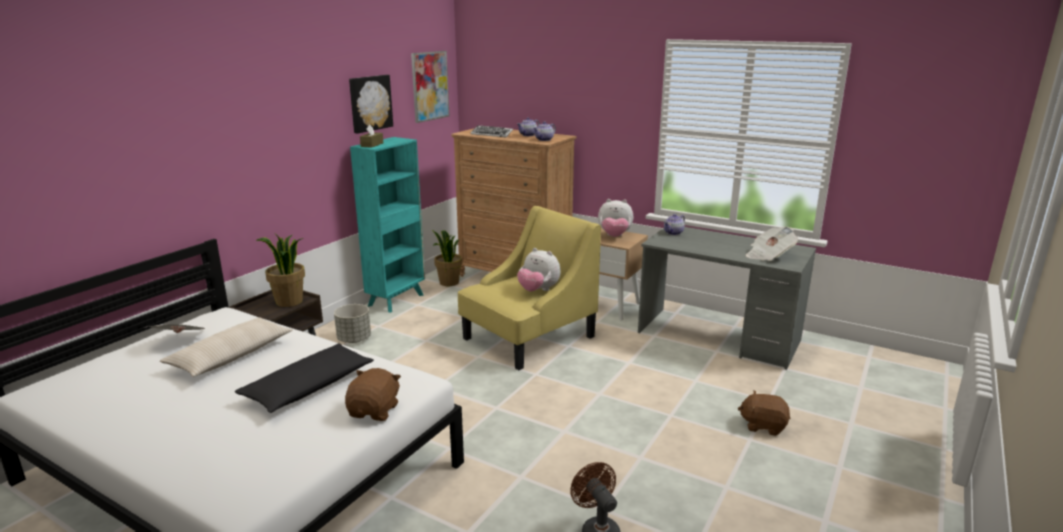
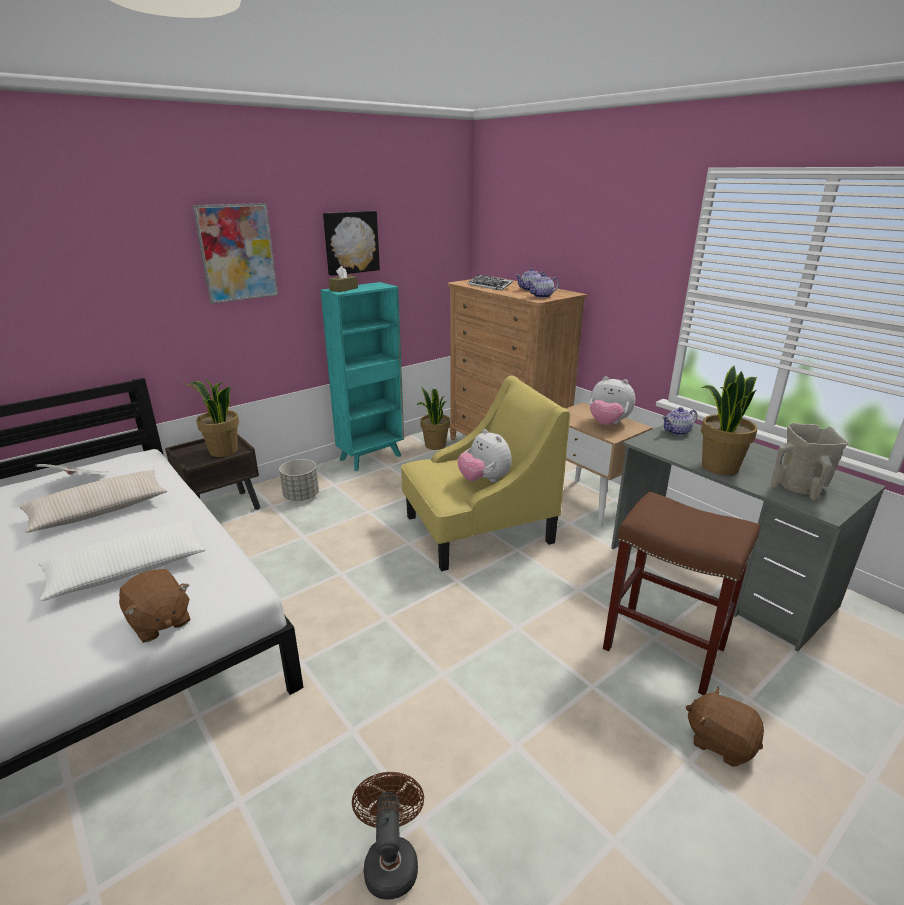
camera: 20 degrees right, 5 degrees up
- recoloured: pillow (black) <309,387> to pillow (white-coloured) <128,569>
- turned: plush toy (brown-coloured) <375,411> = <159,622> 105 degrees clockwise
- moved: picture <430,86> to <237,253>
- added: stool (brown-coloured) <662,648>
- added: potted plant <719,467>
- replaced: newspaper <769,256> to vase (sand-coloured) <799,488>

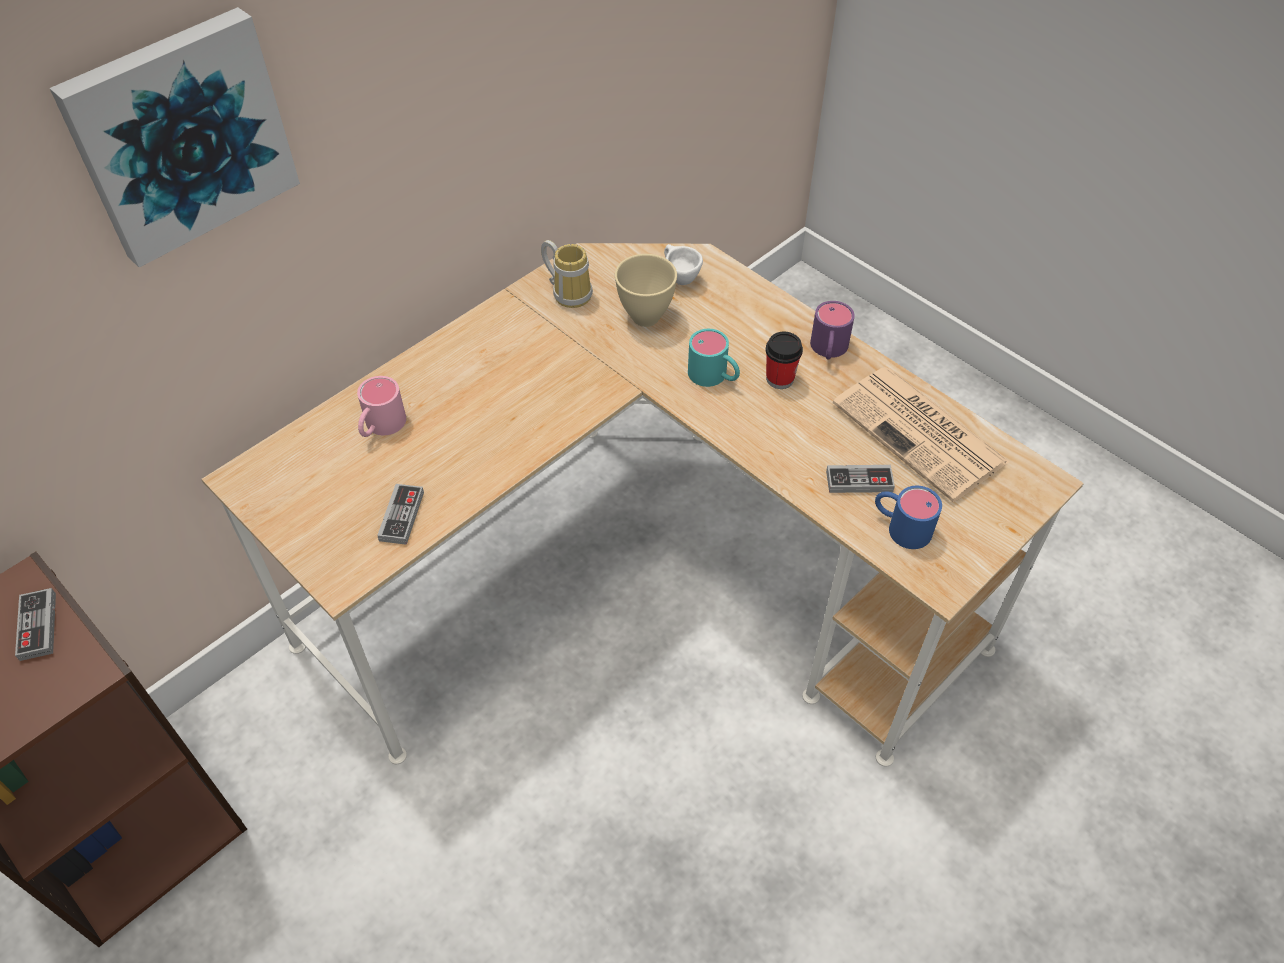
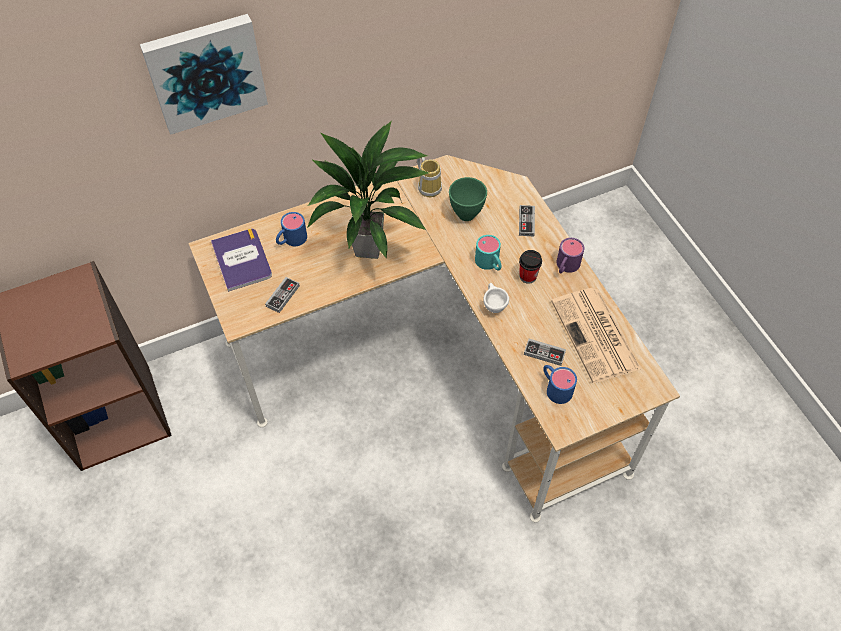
camera: 20 degrees right, 5 degrees up
- added: volume <242,260>
- recoloured: tea mug (pink) <380,427> to tea mug (blue-coloured) <291,240>
- added: potted plant <370,249>
- recoloured: bowl (sand-coloured) <646,318> to bowl (greenish) <466,215>
- moved: small cup (white-coloured) <679,278> to <493,305>
- moved: joypad <38,626> to <526,222>

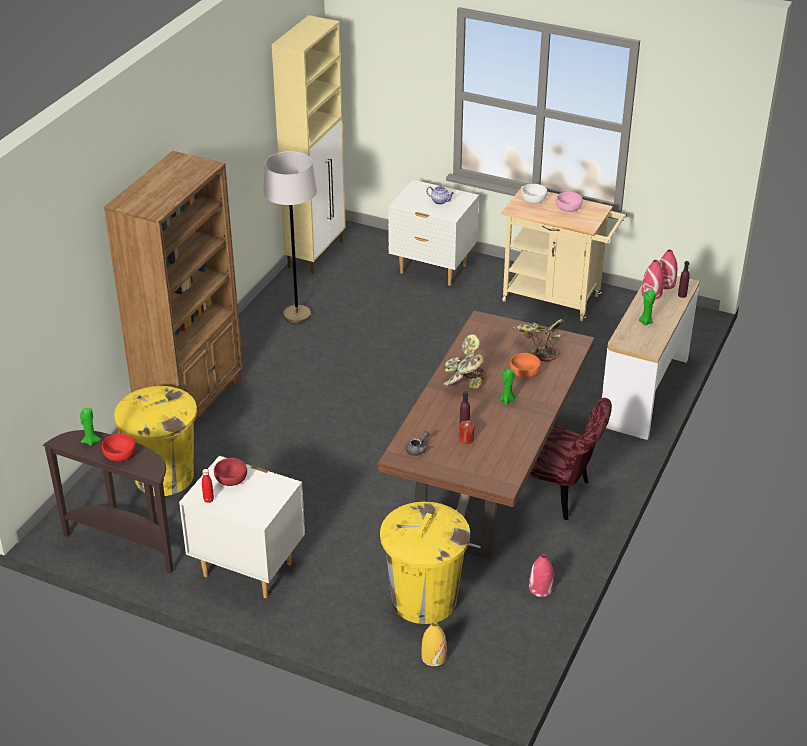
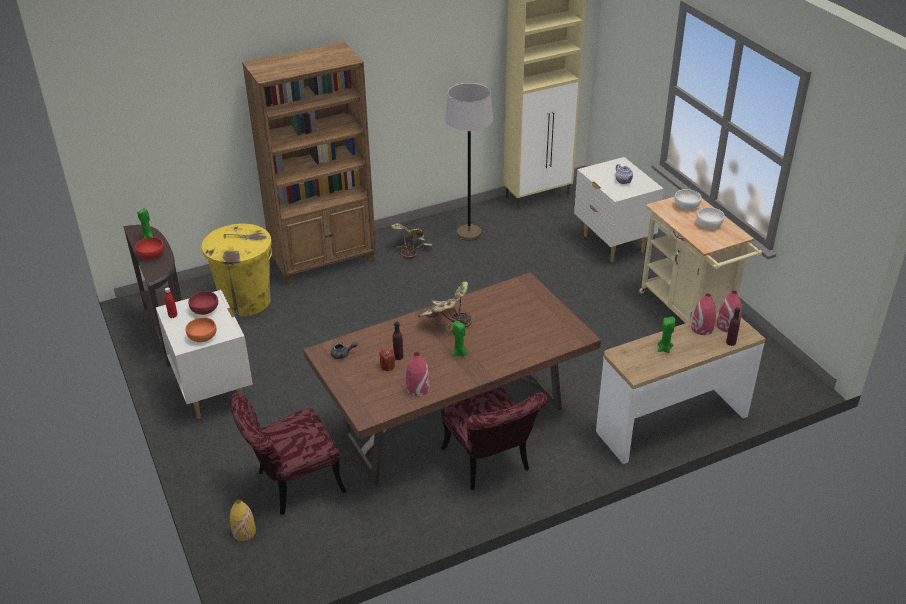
camera: 40 degrees right, 0 degrees up
- moved: bowl (orangey) <524,373> to <202,337>
- replaced: waste bin (yellow-coloured) <423,600> to plain chair (red-coloured) <291,485>
- moved: potted plant <536,348> to <410,247>
- moved: vase (red-coloured) <540,588> to <417,388>
- recoloured: bowl (pink) <568,208> to bowl (white-coloured) <709,224>

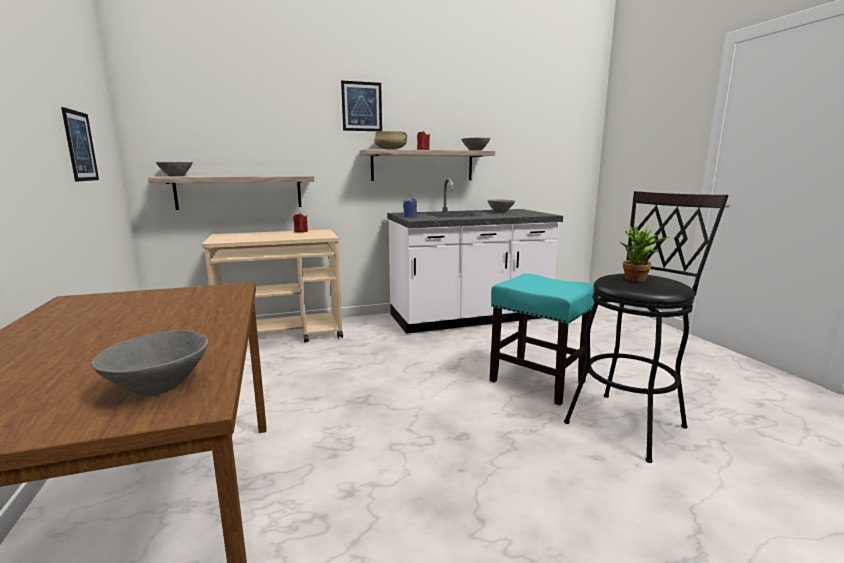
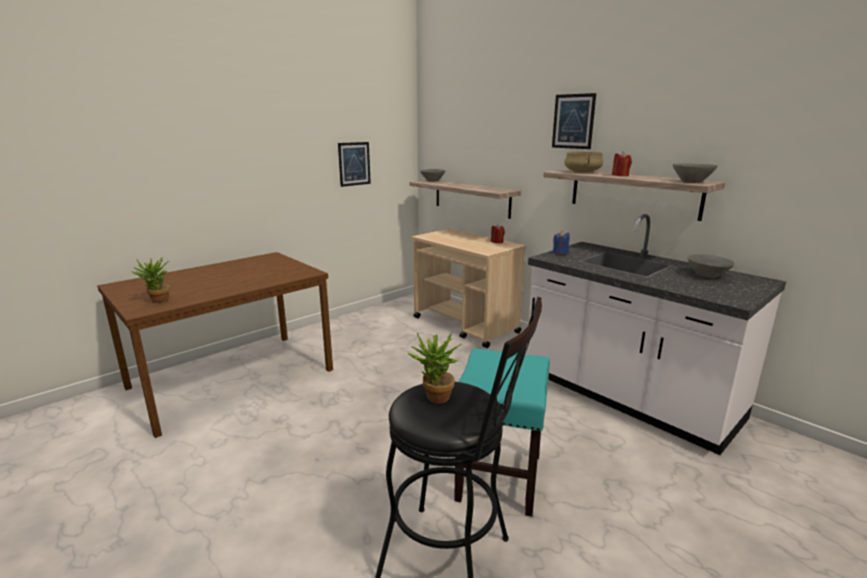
camera: 65 degrees right, 5 degrees up
- replaced: bowl (grey) <157,387> to potted plant <157,301>

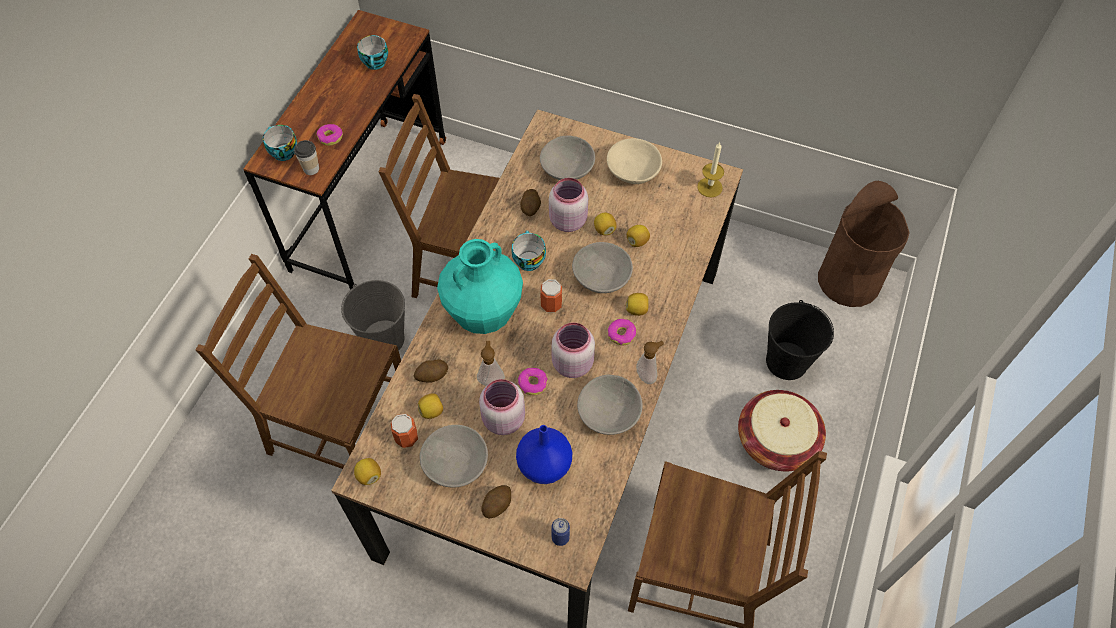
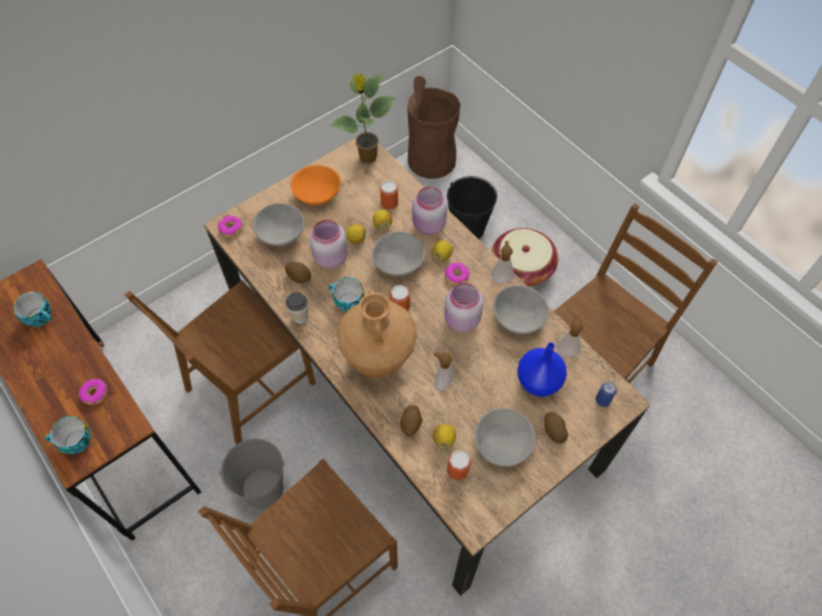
camera: 60 degrees left, 0 degrees up
- moved: doughnut <532,383> to <230,228>
- moved: small cup <311,168> to <300,317>
- recoloured: bowl (sand-coloured) <633,172> to bowl (orangey) <317,194>
- replaced: wax candle <709,187> to potted plant <367,158>
- recoloured: vase (turquoise) <484,315> to vase (brown-coloured) <378,358>
- added: sealed can <389,204>
- moved: preserve jar (pink) <502,419> to <428,226>
- added: soap bottle <566,351>
- removed: whole lemon <369,476>

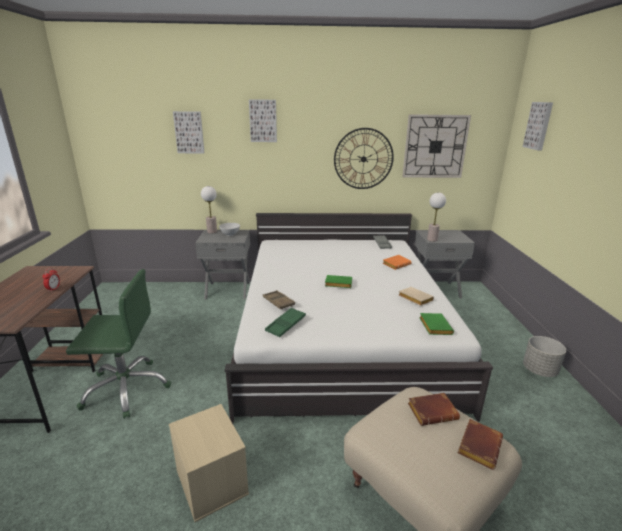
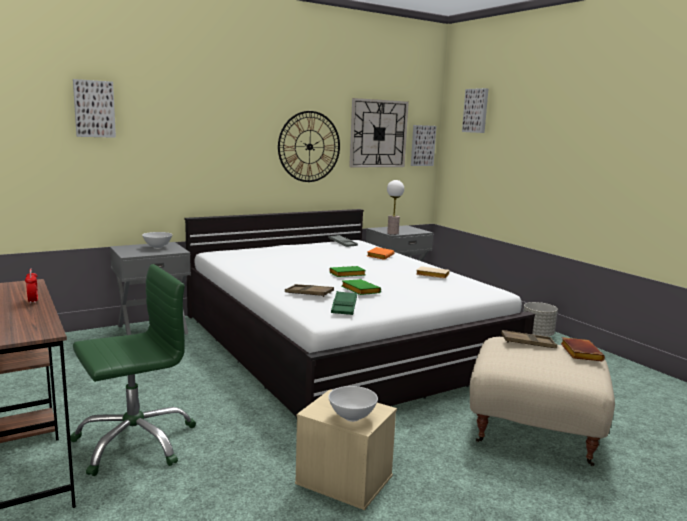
camera: 30 degrees left, 10 degrees down
- added: bowl (white-coloured) <352,418>
- moved: volume (greenish) <434,326> to <359,290>
- moved: picture <263,121> to <422,145>
- replaced: volume (brown-coloured) <433,411> to tray (brown-coloured) <528,343>
- removed: lamp for a table <212,231>

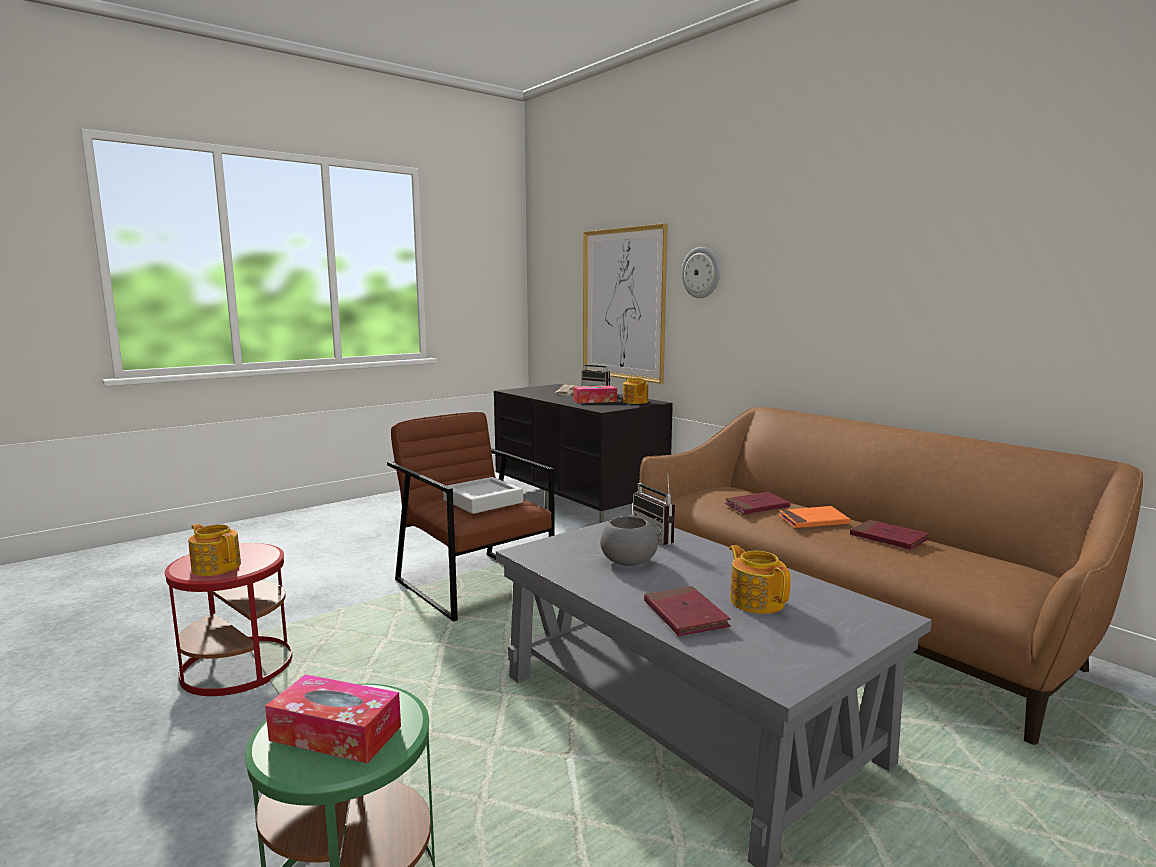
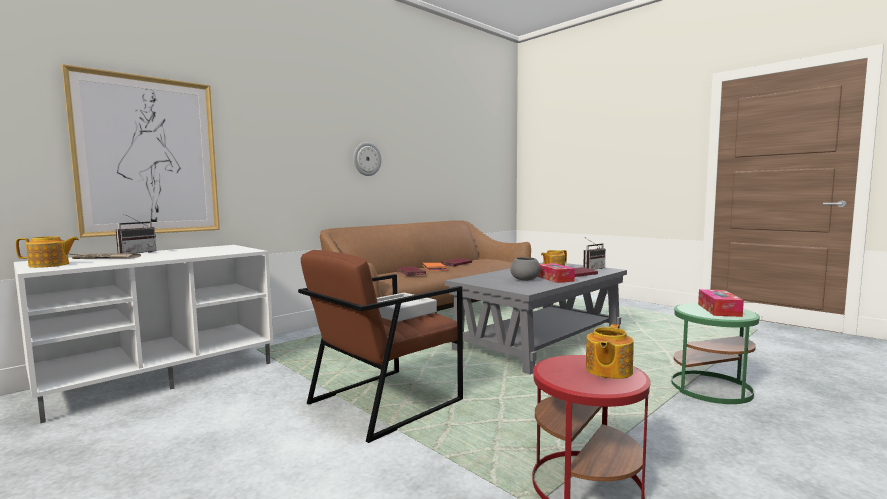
camera: 95 degrees left, 5 degrees down
- recoloured: tv unit (black) <579,501> to tv unit (white-coloured) <161,375>
- moved: tea pot <635,402> to <50,265>
- moved: clock on the wall <701,272> to <367,159>
- moved: tissue holder <594,401> to <555,278>
- moved: radio receiver <658,536> to <591,269>

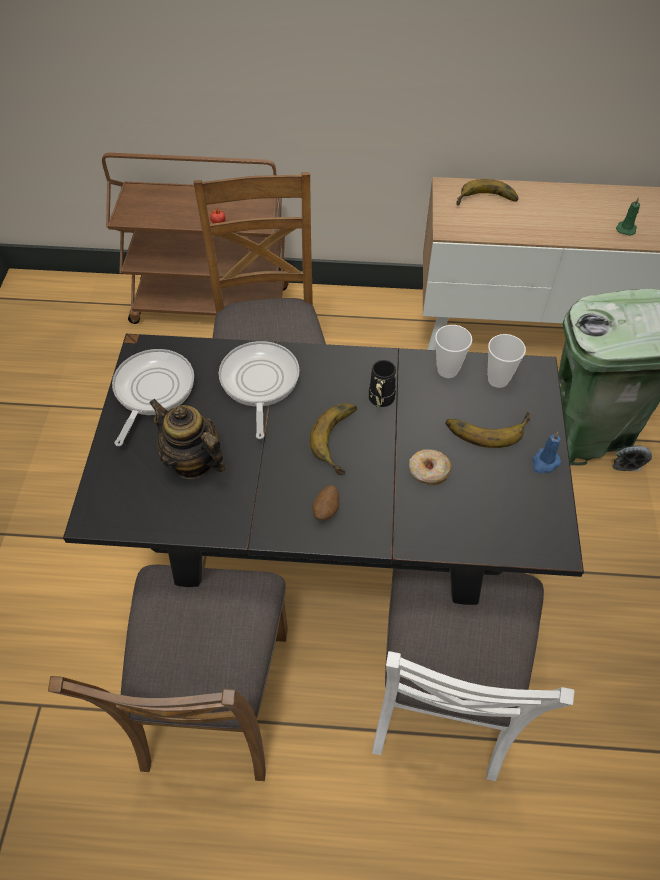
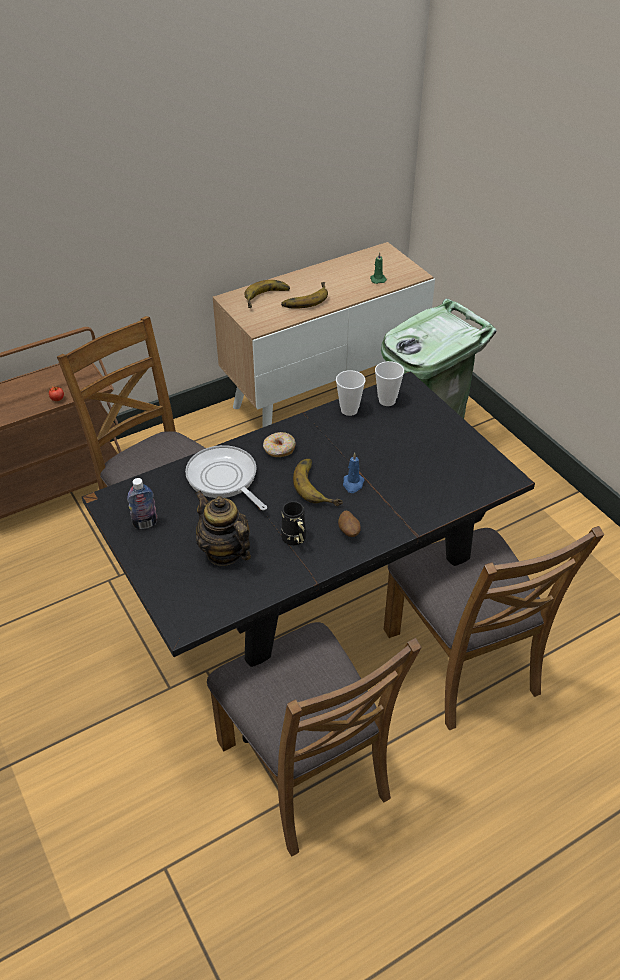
camera: 35 degrees left, 10 degrees down
- replaced: skillet <152,391> to beverage bottle <145,523>
- turned: tea pot <193,461> = <224,552> 45 degrees clockwise
- moved: doughnut <428,471> to <279,449>
- moved: whole banana <486,426> to <304,298>
- moved: tea mug (black) <380,401> to <295,541>
- moved: wax candle (blue-coloured) <544,462> to <353,484>
- recoloured: plain chair (white-coloured) <443,691> to plain chair (brown-coloured) <463,661>

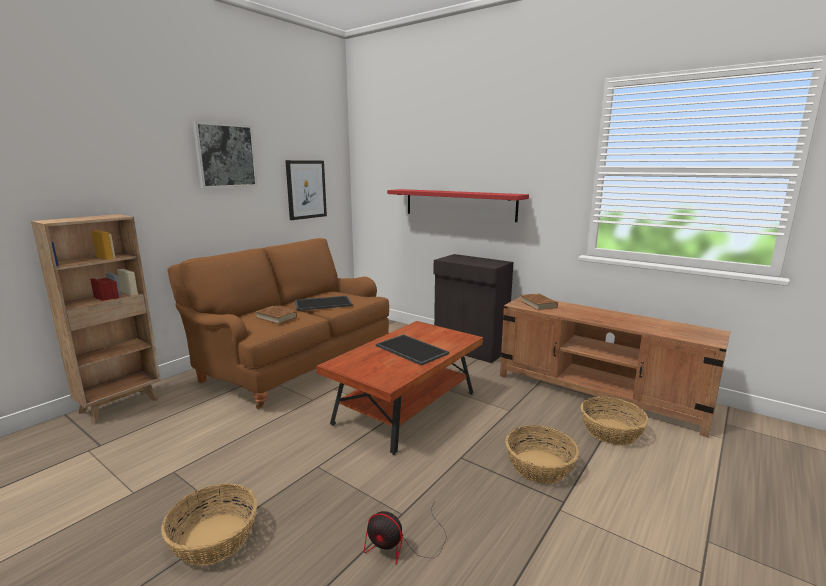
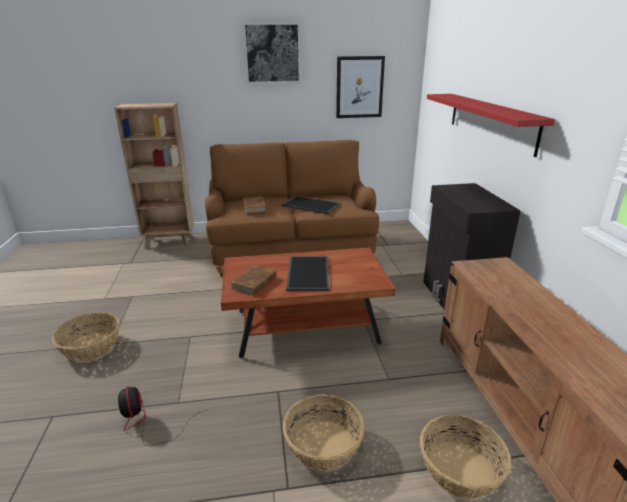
camera: 45 degrees right, 10 degrees up
- moved: volume (brown-coloured) <538,304> to <254,283>

